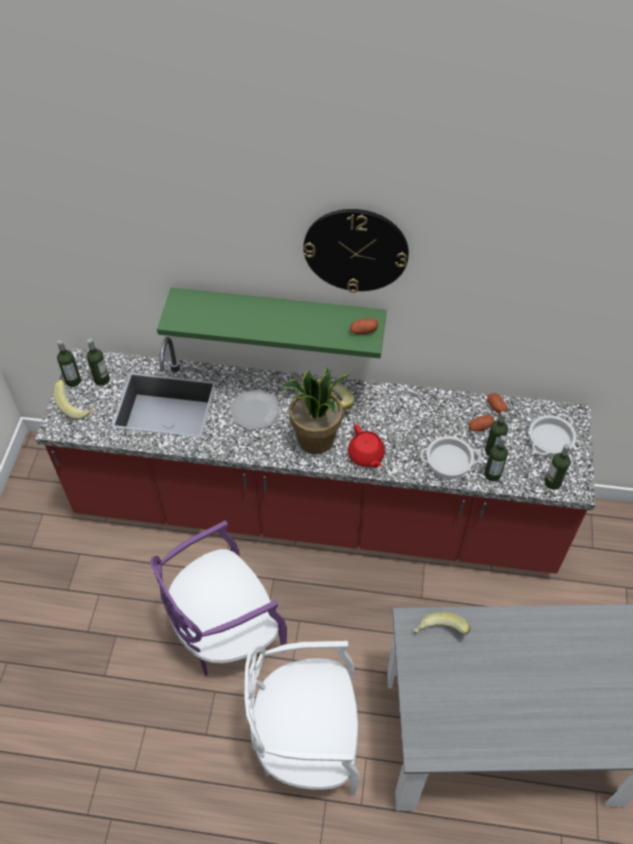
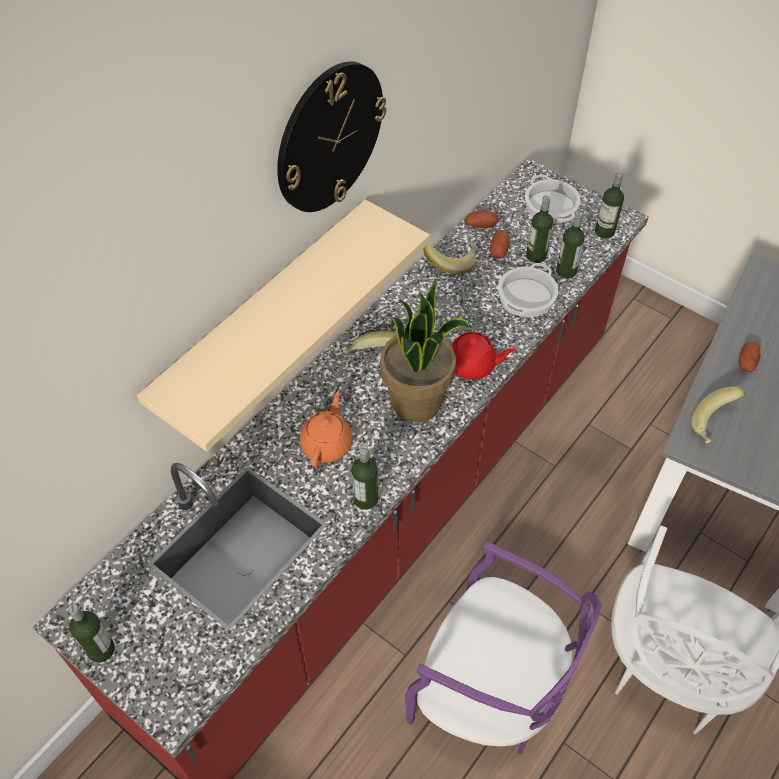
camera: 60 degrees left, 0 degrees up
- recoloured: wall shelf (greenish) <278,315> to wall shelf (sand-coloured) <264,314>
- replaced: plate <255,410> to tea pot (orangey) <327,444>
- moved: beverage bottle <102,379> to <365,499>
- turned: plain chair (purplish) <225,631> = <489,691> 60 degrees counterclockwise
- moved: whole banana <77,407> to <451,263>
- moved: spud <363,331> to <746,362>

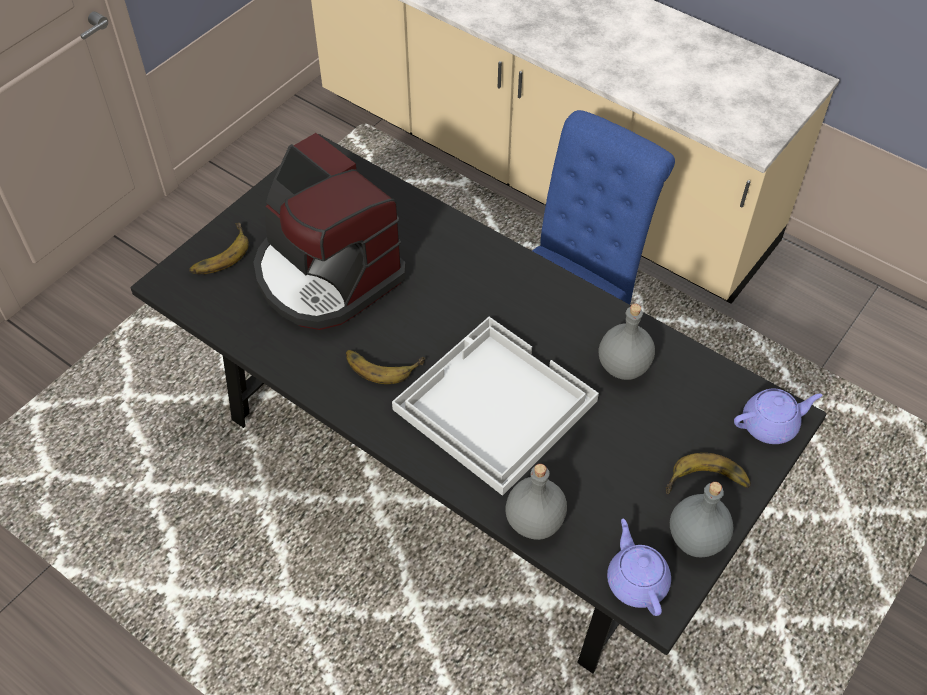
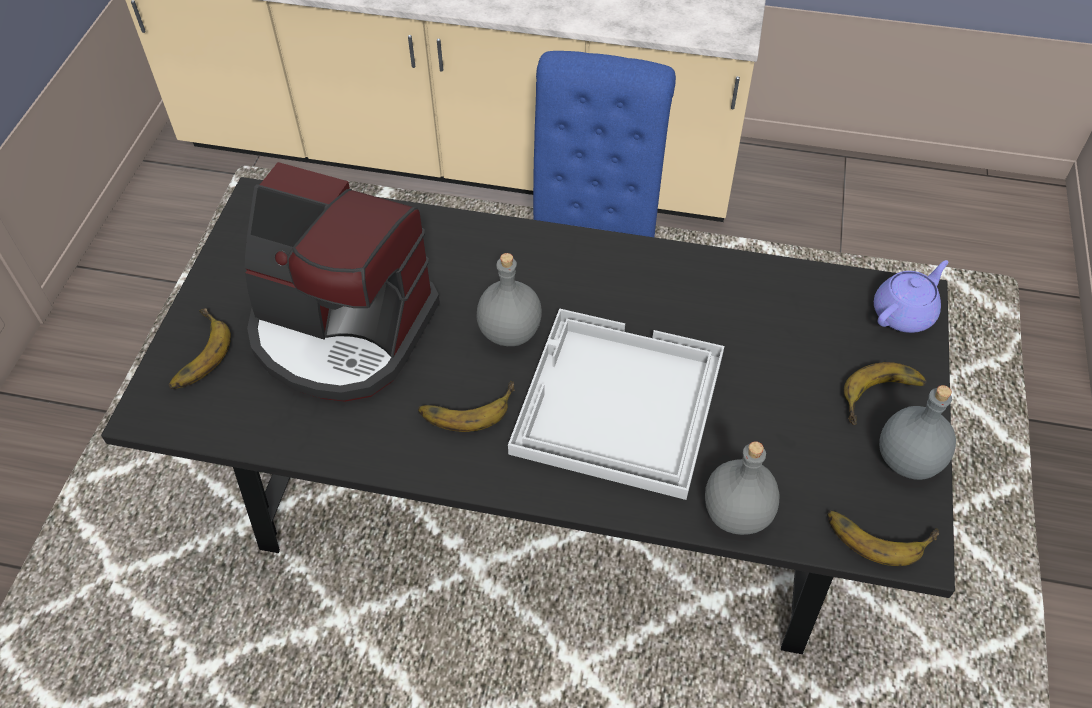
camera: 25 degrees left, 0 degrees up
- moved: beverage bottle (grey) <624,367> to <511,332>
- replaced: tea pot (purplish) <636,581> to whole banana <878,531>

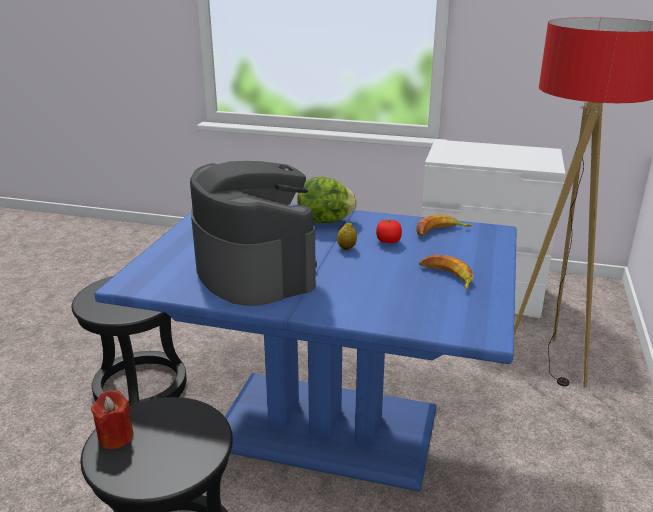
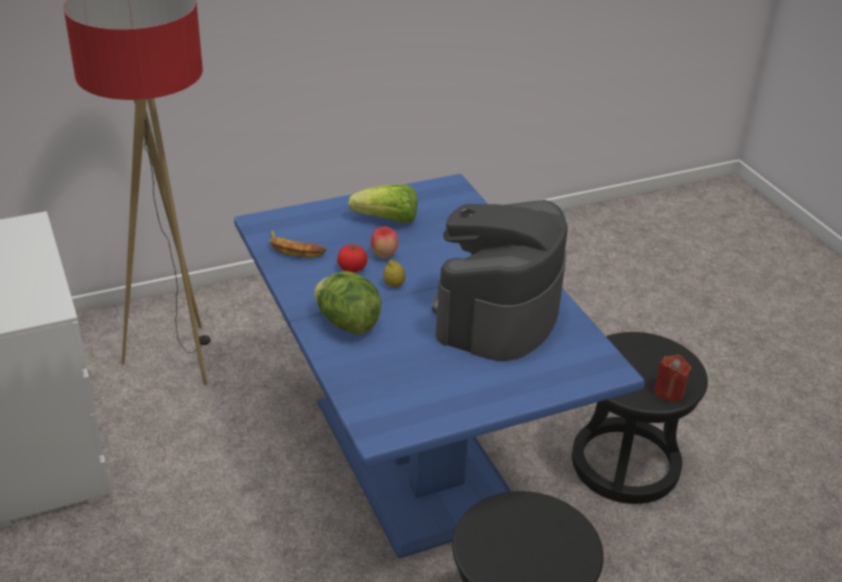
camera: 130 degrees left, 10 degrees up
- replaced: whole banana <446,276> to lettuce <387,220>
- added: apple fruit <384,255>

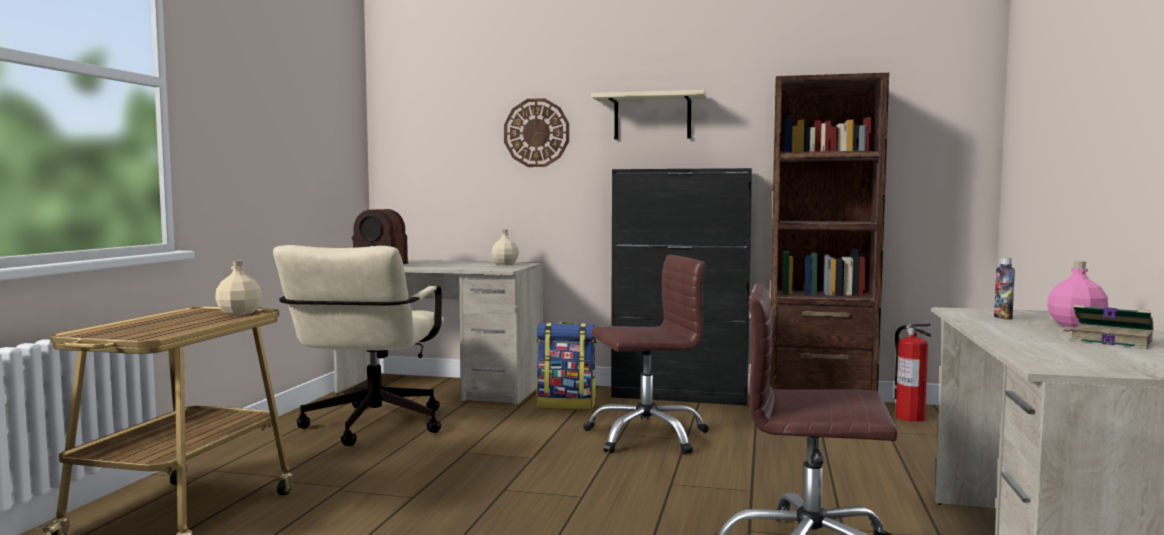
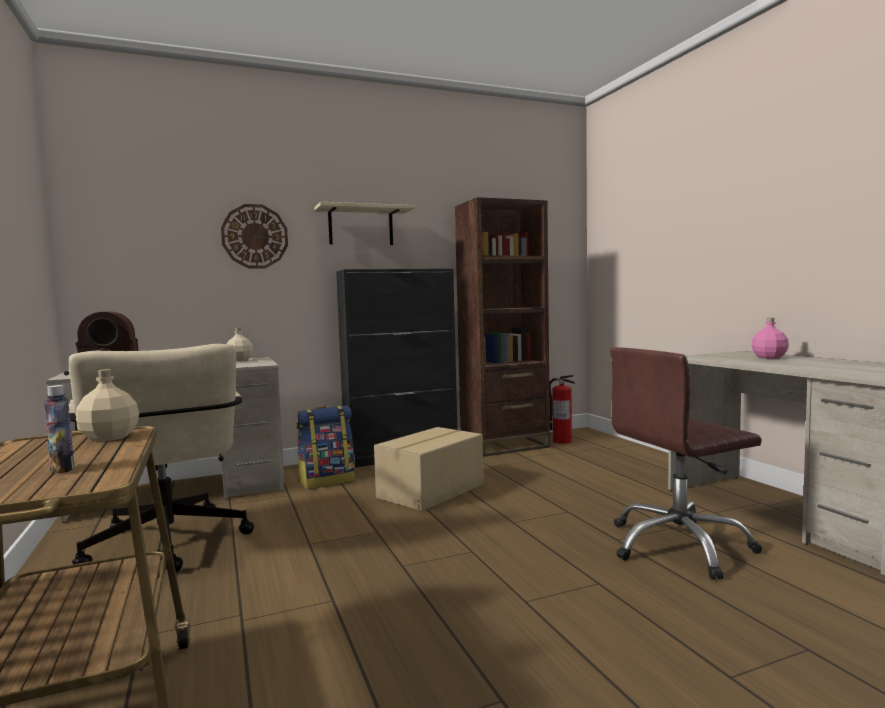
camera: 35 degrees left, 0 degrees up
- moved: beverage bottle <1003,317> to <62,469>
- replaced: desk chair (brown-coloured) <646,436> to carton <432,491>
- removed: volume <1109,340>

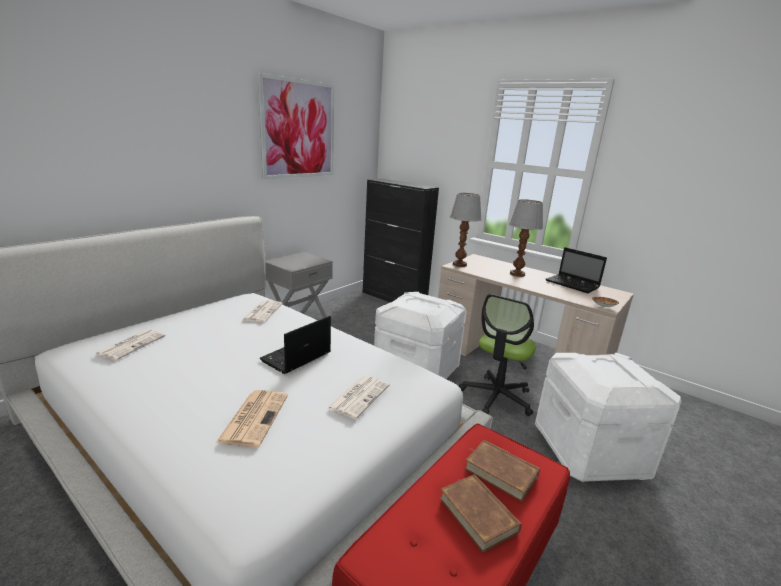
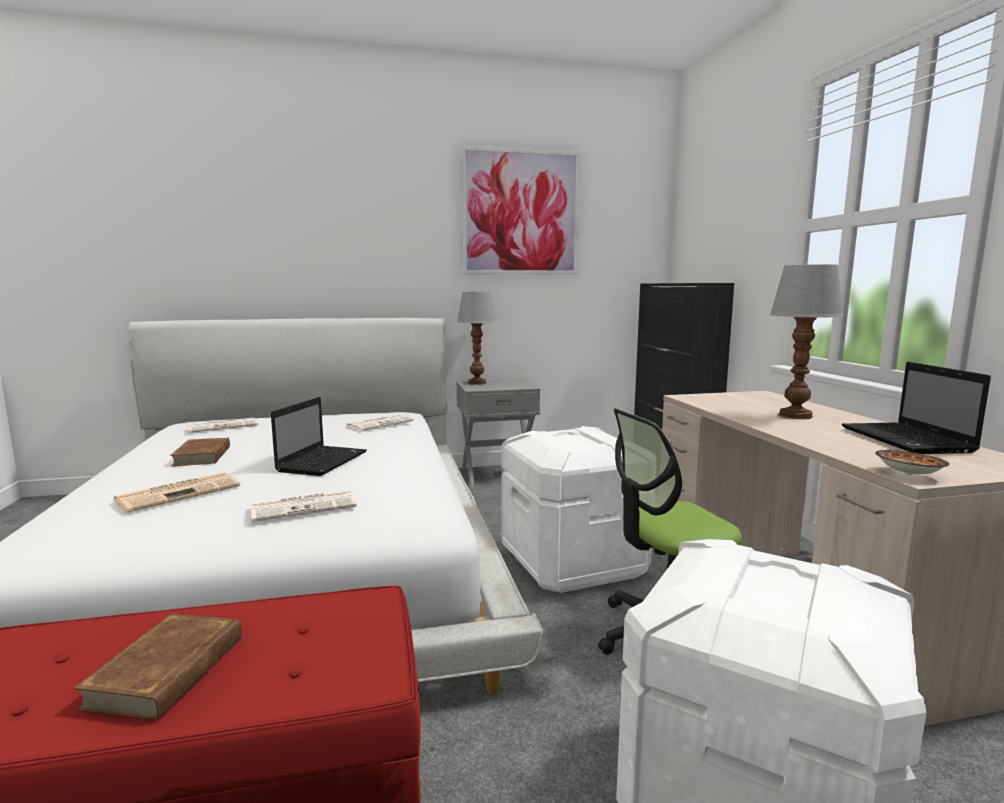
camera: 40 degrees right, 10 degrees down
- moved: volume (brown-coloured) <500,472> to <203,456>
- turned: portable computer <295,357> = <323,461> 120 degrees clockwise
- moved: lamp for a table <460,264> to <477,383>

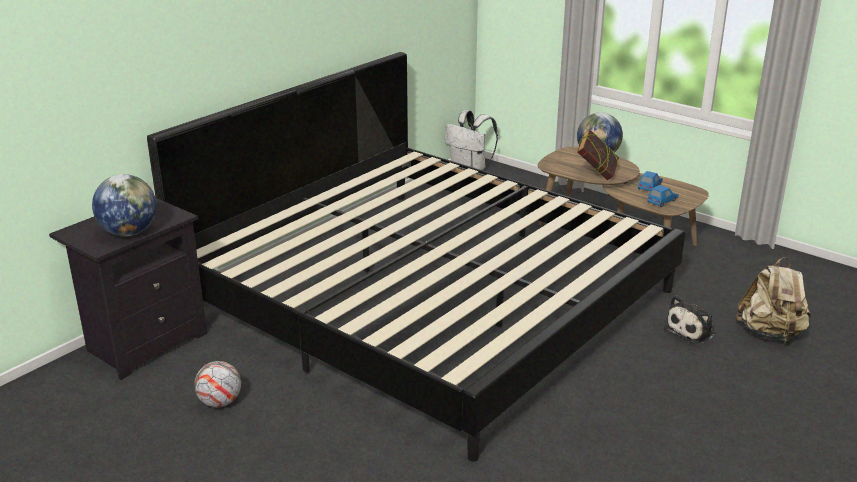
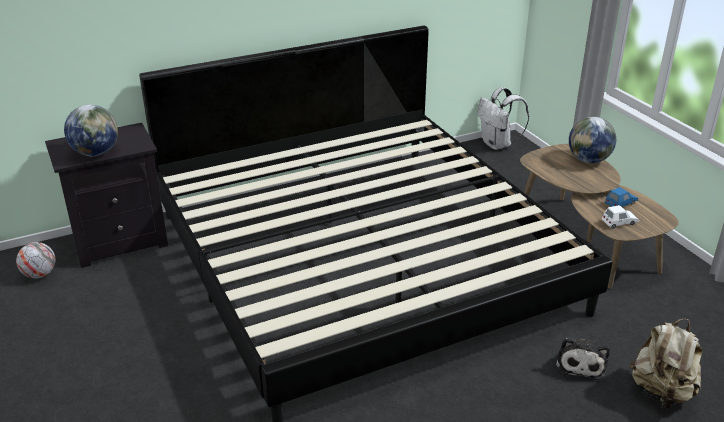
camera: 25 degrees right, 5 degrees up
- moved: football ball <220,402> to <39,274>
- turned: plush toy <692,330> = <580,363> 60 degrees counterclockwise
- recoloured: miniature car (blue-coloured) <662,201> to miniature car (white-coloured) <619,222>
- removed: volume <596,174>

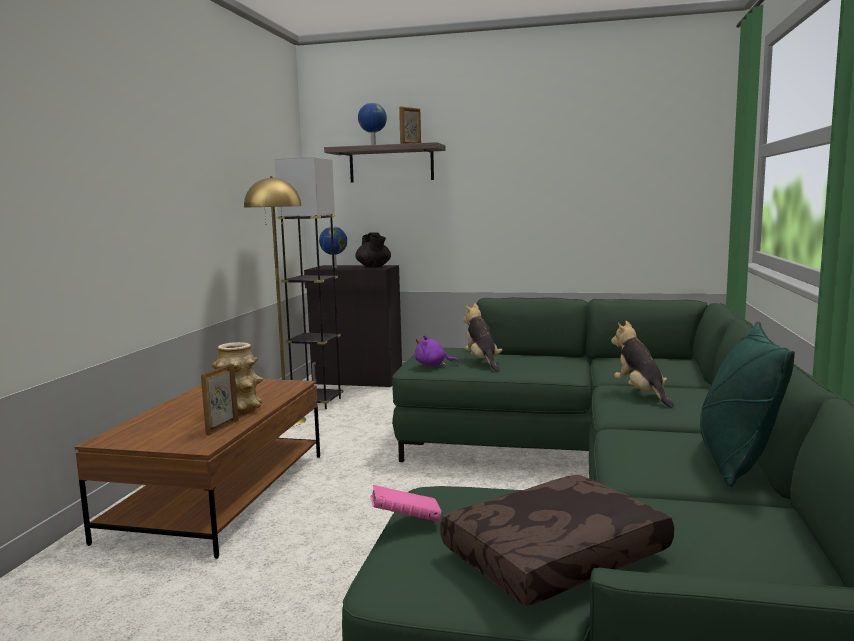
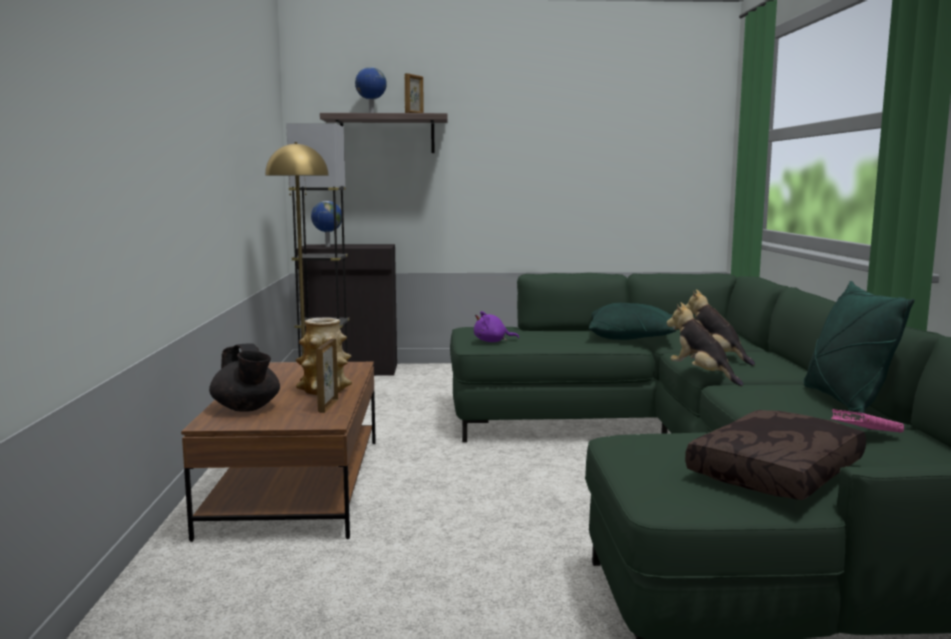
camera: 15 degrees left, 0 degrees up
- moved: tea pot (black) <373,267> to <246,409>
- added: pillow (greenish) <631,338>
- moved: plush toy <482,362> to <702,375>
- moved: volume (pink) <405,521> to <865,436>

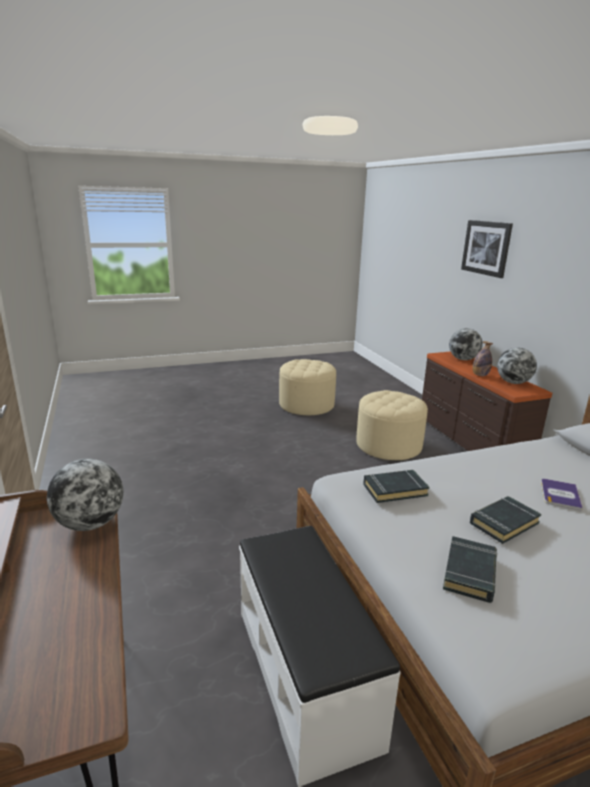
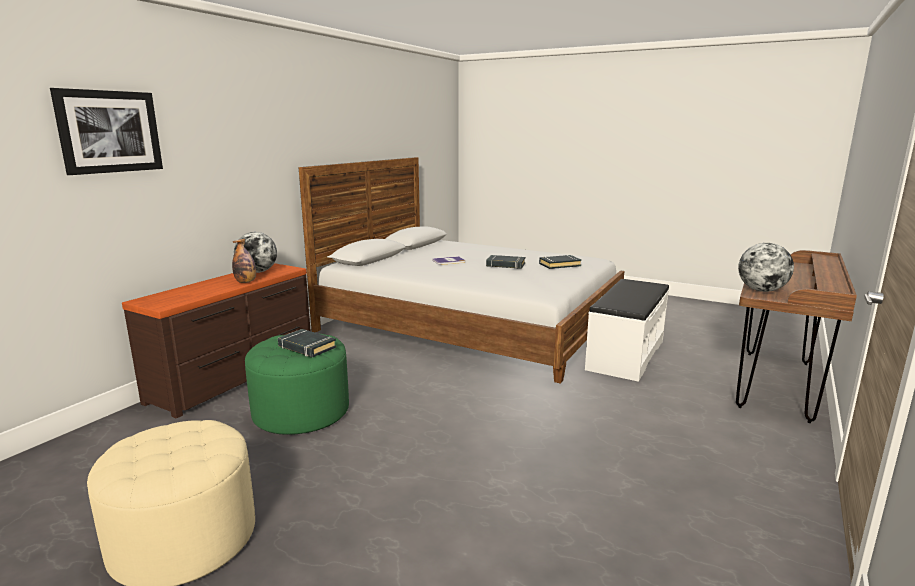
camera: 130 degrees left, 5 degrees down
- recoloured: pouffe (sand-coloured) <388,445> to pouffe (greenish) <301,411>
- moved: volume (black) <394,489> to <306,347>
- removed: world globe <463,359>

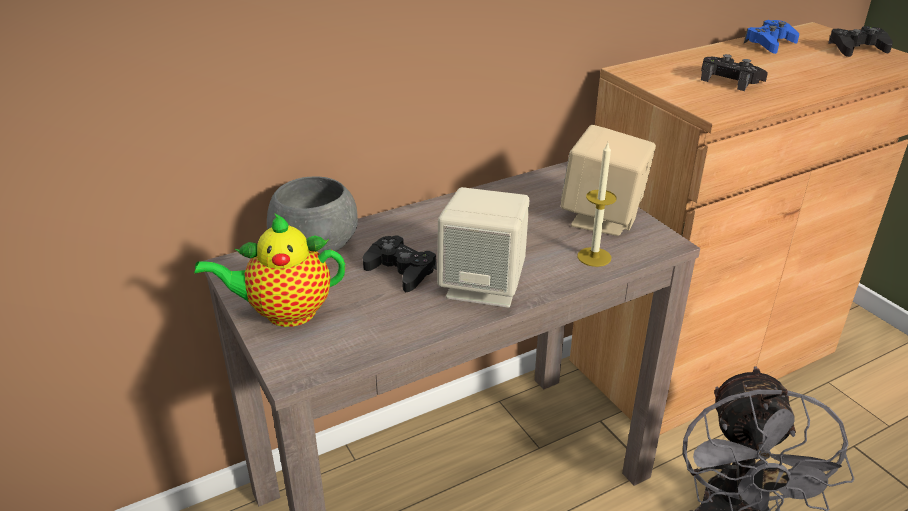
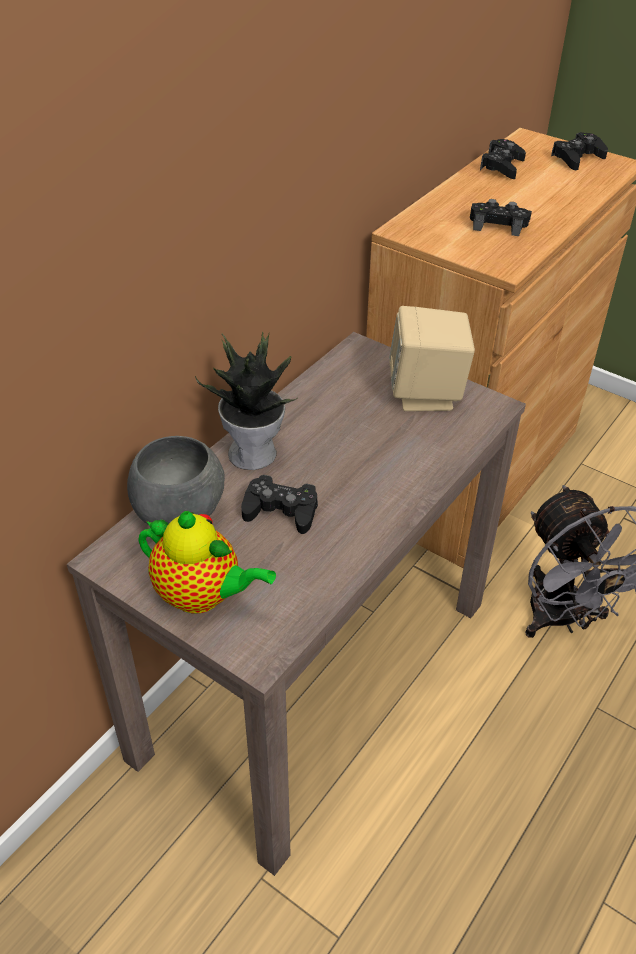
camera: 25 degrees left, 10 degrees up
- turned: tea pot <284,313> = <203,596> 120 degrees counterclockwise
- added: potted plant <254,453>
- recoloured: joypad (blue-coloured) <769,44> to joypad (black) <502,166>
- removed: loudspeaker (sand-coloured) <484,286>
- removed: wax candle <594,257>

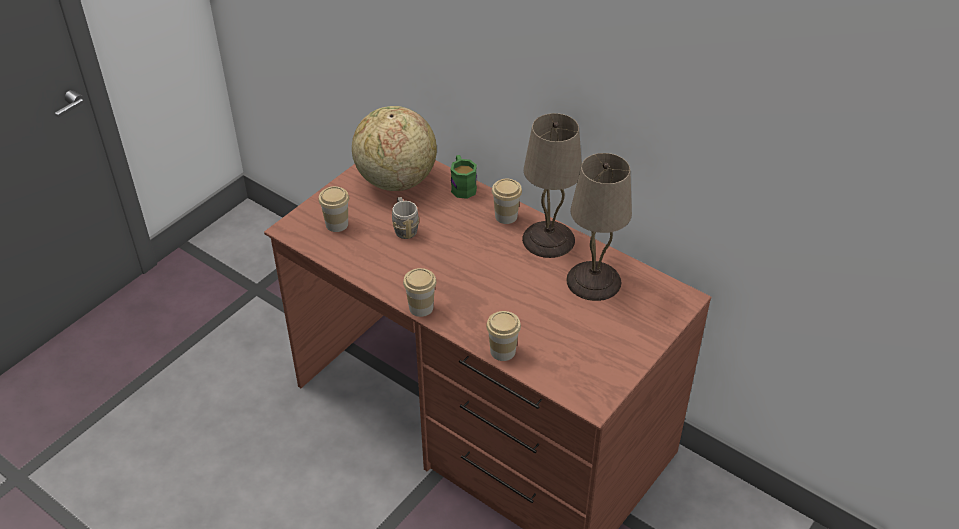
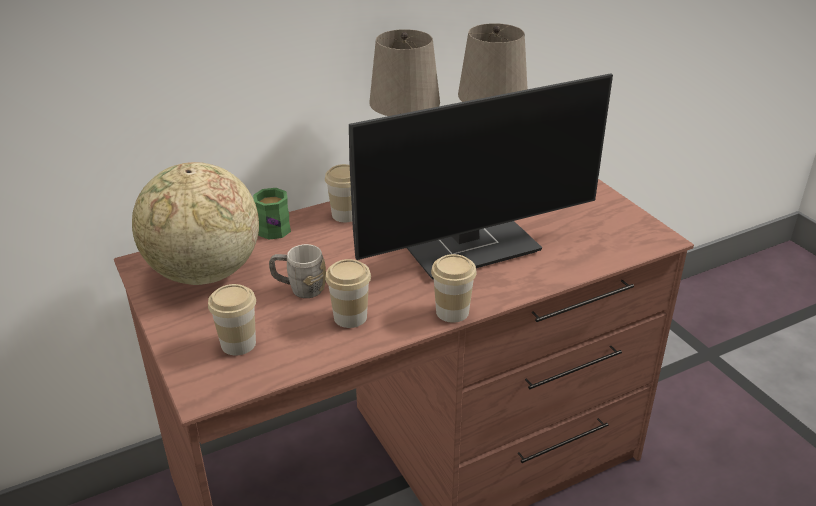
camera: 65 degrees left, 10 degrees down
- moved: small cup <503,351> to <350,317>
- added: computer display <472,246>

